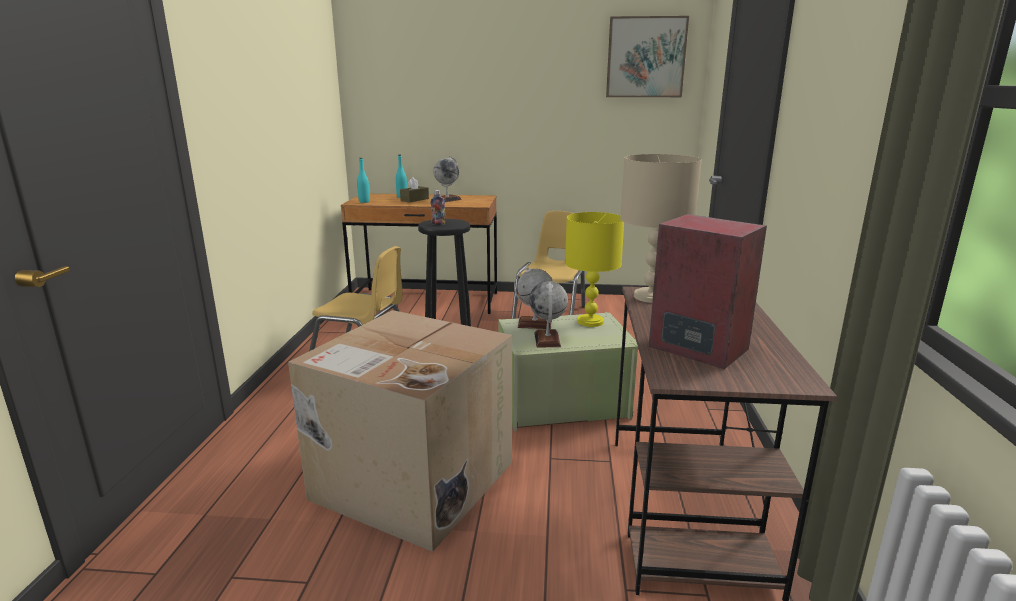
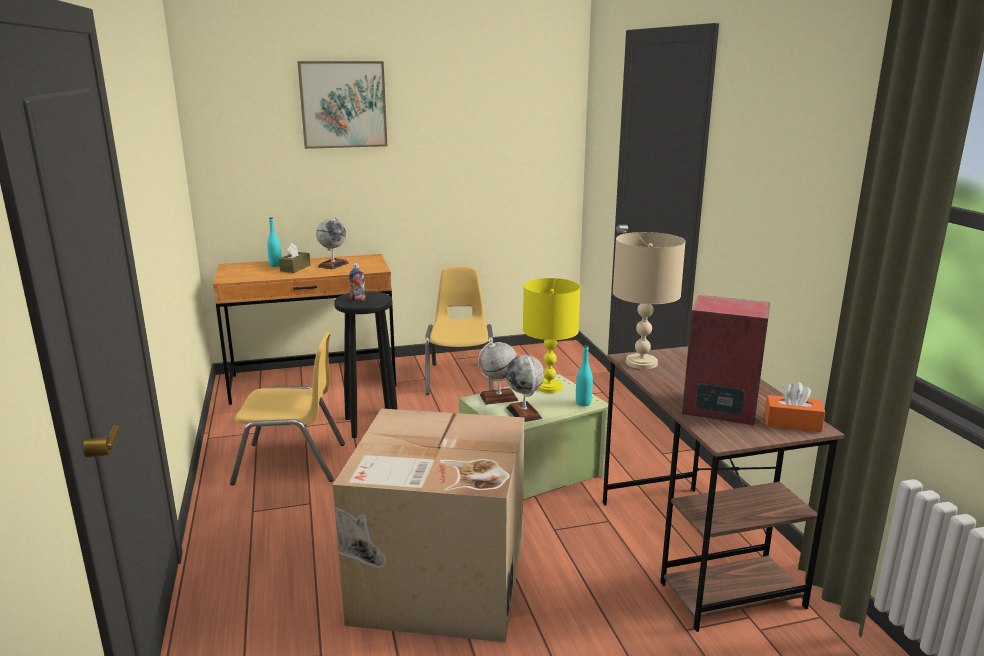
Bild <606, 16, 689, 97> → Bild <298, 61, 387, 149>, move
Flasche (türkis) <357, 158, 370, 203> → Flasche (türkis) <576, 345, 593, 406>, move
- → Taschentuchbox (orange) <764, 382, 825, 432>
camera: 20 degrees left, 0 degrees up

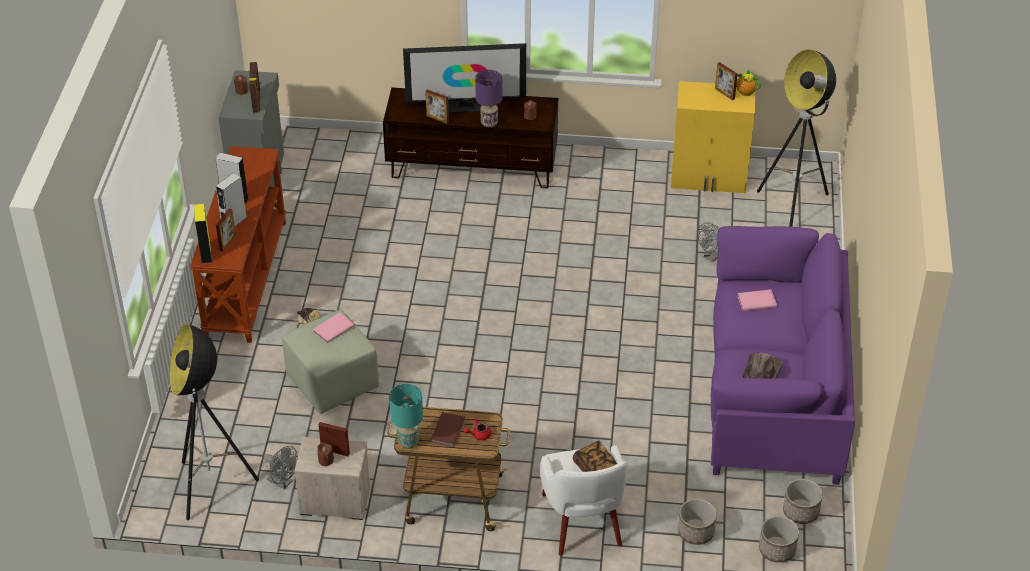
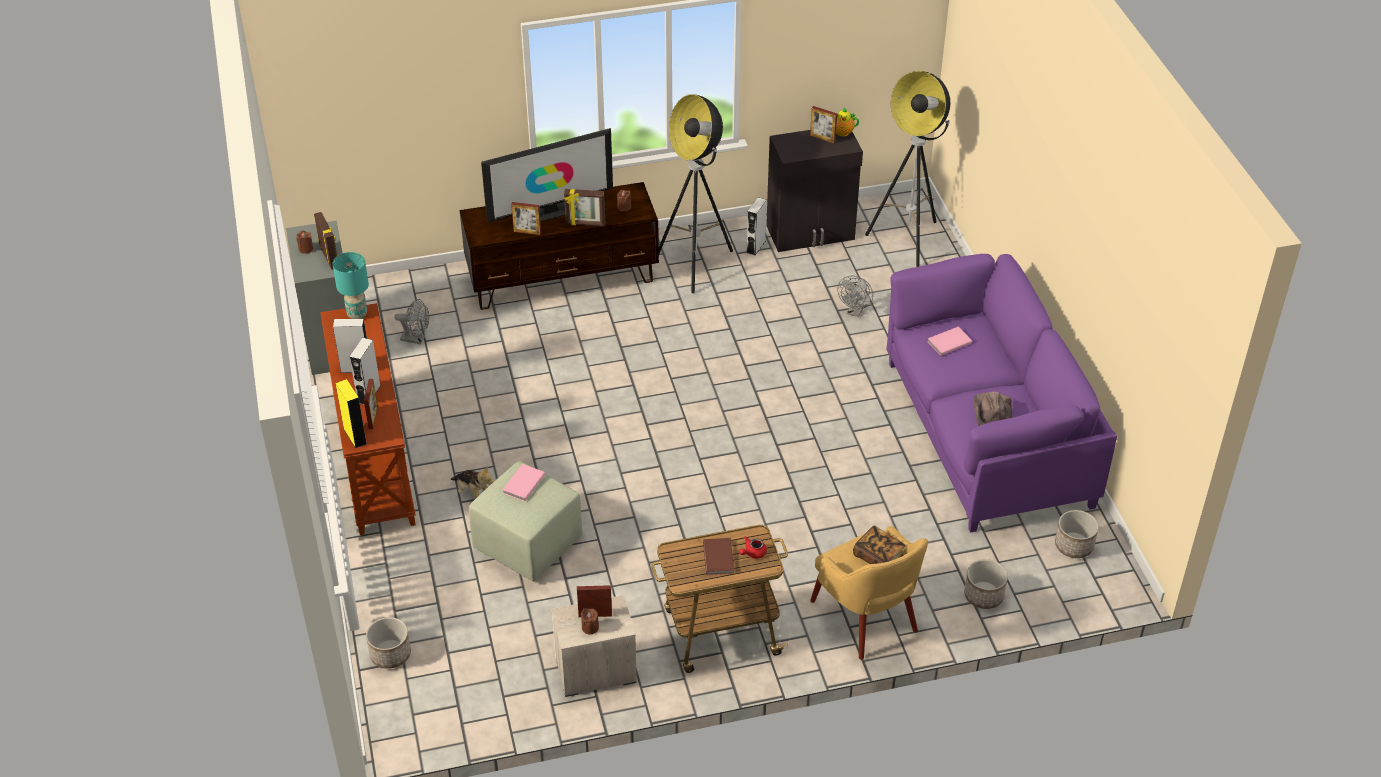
Tischlampe (lila) <475, 70, 502, 128> → Bilderrahmen <564, 189, 605, 227>
Schrank (gelb) <671, 81, 755, 193> → Schrank (schwarz) <766, 130, 863, 252>
Stehlampe <170, 324, 259, 520> → Stehlampe <659, 94, 733, 293>, move
Tischlampe (türkis) <389, 384, 423, 449> → Tischlampe (türkis) <332, 252, 369, 319>, move
Sessel (weiß) <540, 445, 628, 556> → Sessel (gelb) <810, 526, 928, 660>
Ventilator (grau) <264, 446, 298, 490> → Ventilator (grau) <394, 299, 429, 345>, move
Pflanzkübel <759, 516, 799, 563> → Pflanzkübel <366, 617, 411, 669>, move
- → Lautsprecher (grau) <746, 197, 767, 255>
camera: 20 degrees left, 0 degrees up

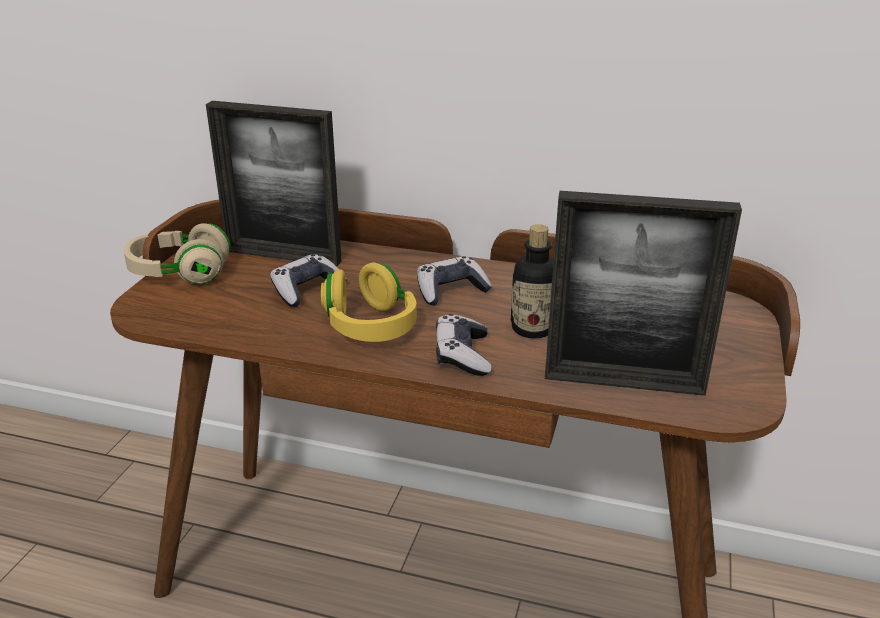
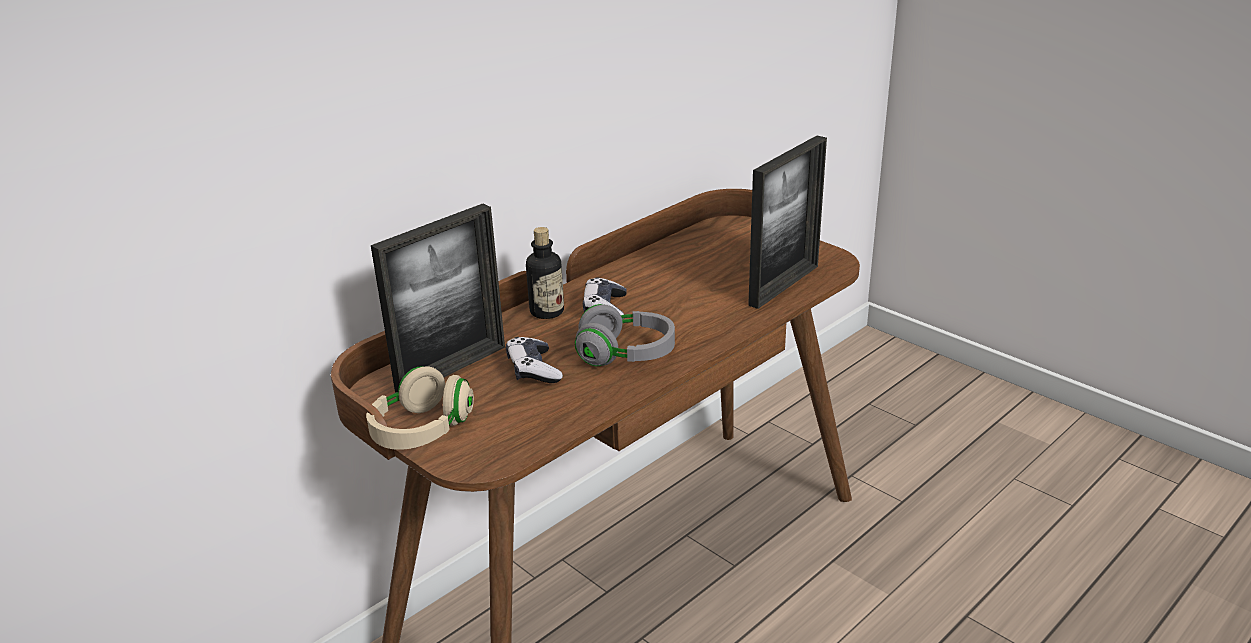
Flasche <511, 224, 554, 338> → Flasche <526, 227, 564, 319>, move
Kopfhörer (gelb) <321, 263, 417, 342> → Kopfhörer (grau) <575, 304, 675, 367>
Gamepad <436, 314, 492, 376> → -
camera: 60 degrees left, 0 degrees up

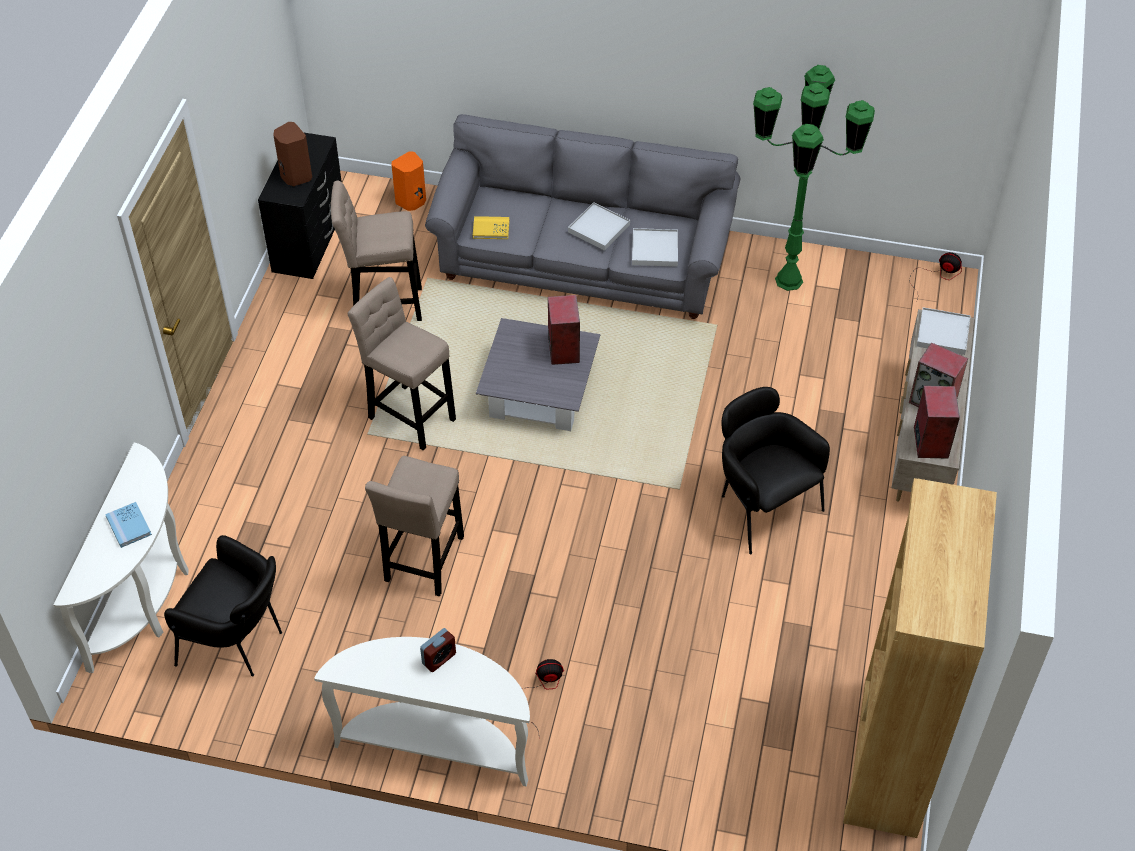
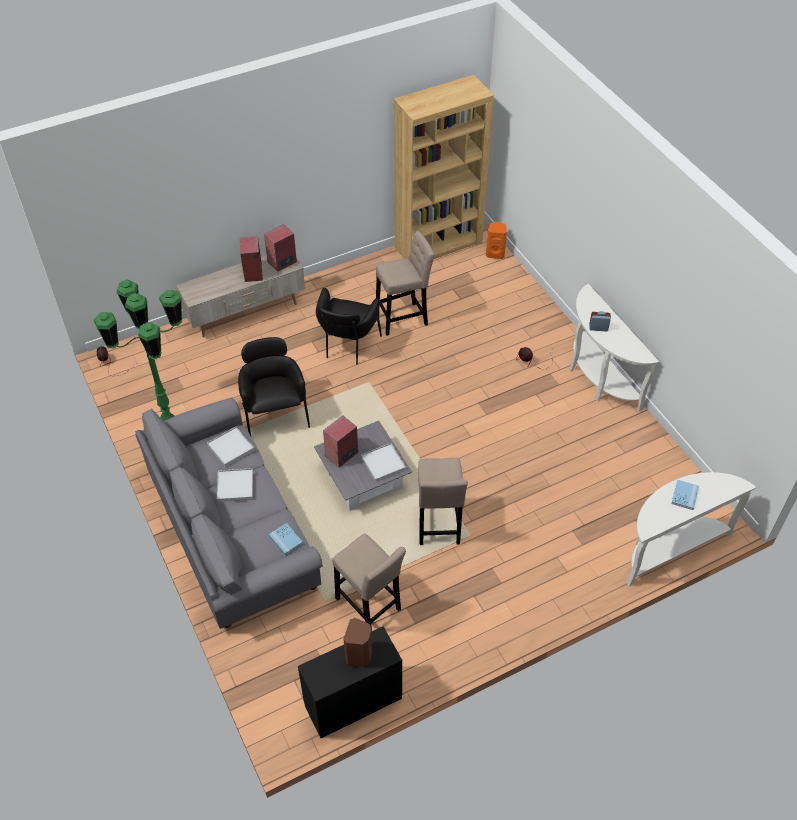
Lautsprecher (orange) <392, 151, 426, 211> → Lautsprecher (orange) <486, 222, 507, 259>, move
Buch (gelb) <473, 216, 509, 239> → Buch (blau) <269, 523, 303, 555>
Tablett (weiß) <917, 307, 971, 355> → Tablett (weiß) <361, 443, 406, 482>, move
Hocker (beige) <365, 456, 464, 596> → Hocker (beige) <376, 231, 435, 336>, move
Sessel (schwarz) <164, 535, 282, 676> → Sessel (schwarz) <238, 337, 310, 436>, move
camera: 130 degrees left, 0 degrees up

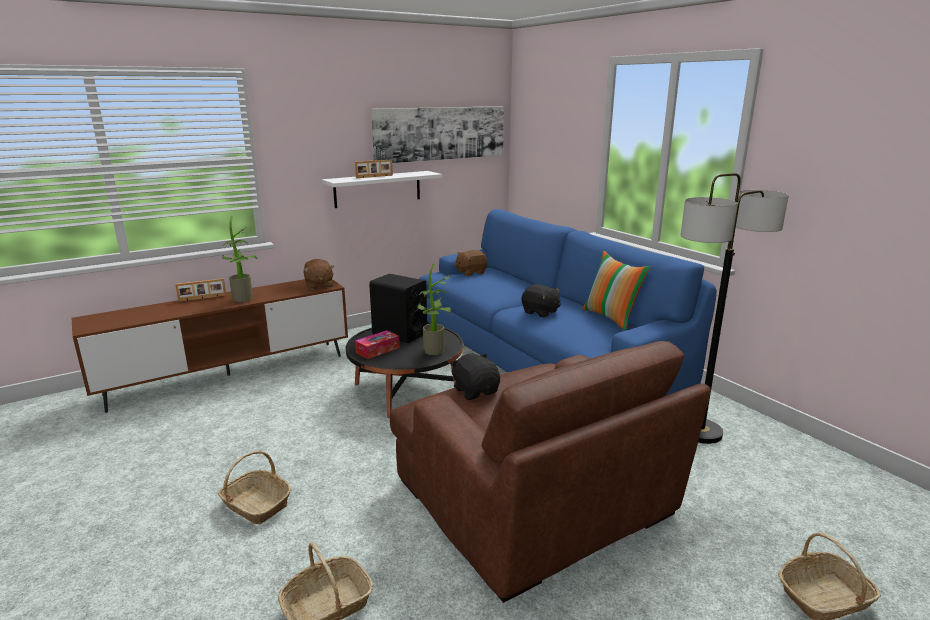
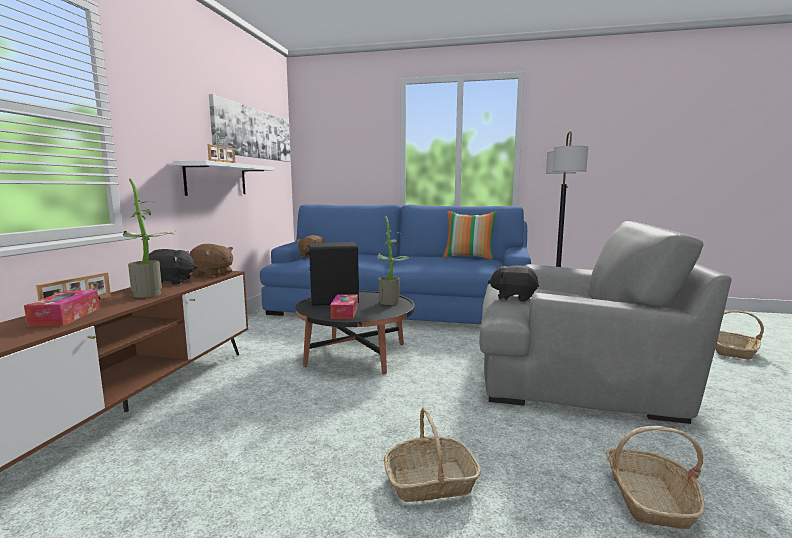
Plüschtier (schwarz) <522, 284, 561, 318> → Plüschtier (schwarz) <149, 249, 197, 284>, move
Sessel (braun) <390, 341, 711, 603> → Sessel (grau) <479, 221, 732, 424>
- → Taschentuchbox <24, 290, 100, 327>
camera: 45 degrees left, 10 degrees down

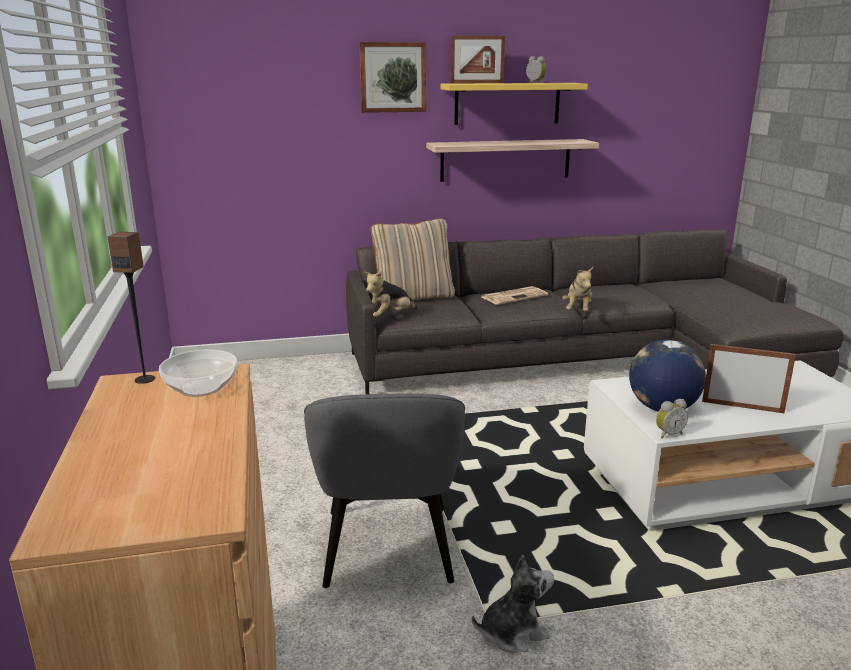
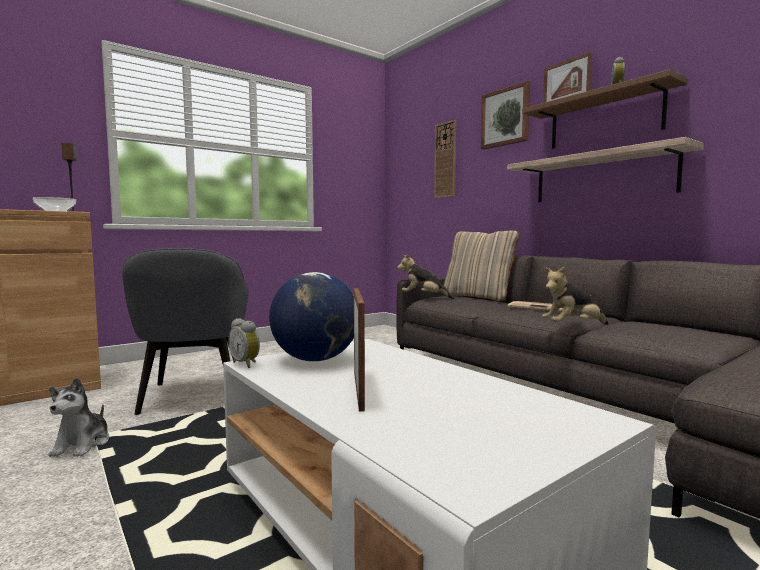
Wandregal (gelb) <441, 83, 588, 125> → Wandregal (braun) <522, 69, 688, 149>
Sessel (grau) <304, 393, 465, 588> → Sessel (grau) <122, 248, 249, 415>, 75 degrees counterclockwise
Plüschtier <472, 555, 554, 653> → Plüschtier <49, 377, 109, 457>, 45 degrees clockwise
- → Wanduhr <434, 120, 456, 198>
camera: 65 degrees right, 15 degrees down

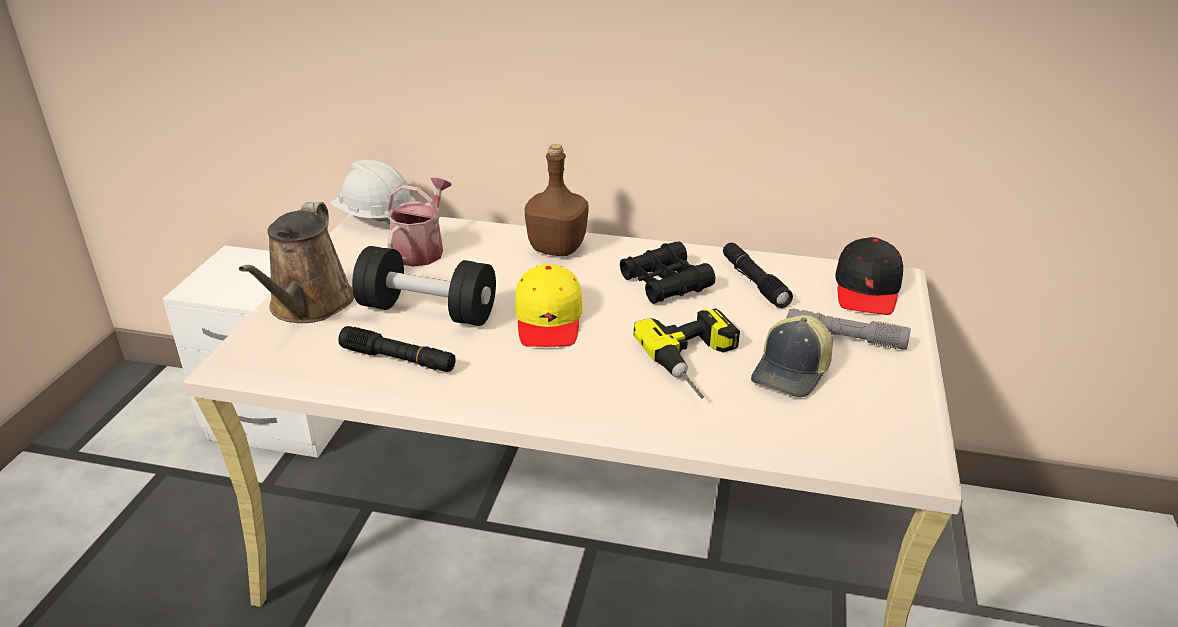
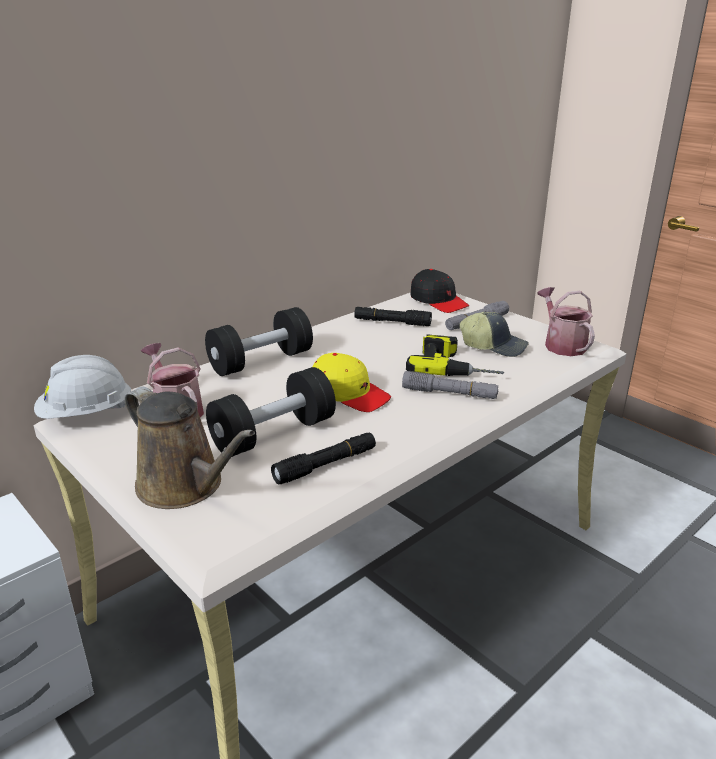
Flasche (braun) <525, 144, 589, 256> → Hantel (schwarz) <205, 307, 313, 376>
Fernglas (schwarz) <620, 241, 715, 304> → -
Kappe <751, 315, 833, 397> → Kappe <460, 312, 529, 357>, 45 degrees counterclockwise
- → Gießkanne <537, 287, 595, 356>
- → Taschenlampe (grau) <402, 371, 498, 399>
camera: 55 degrees left, 5 degrees down

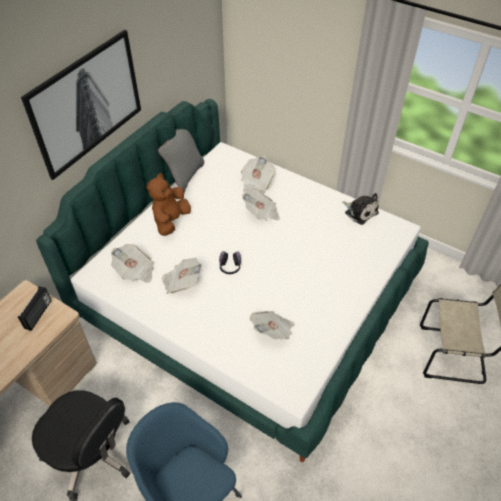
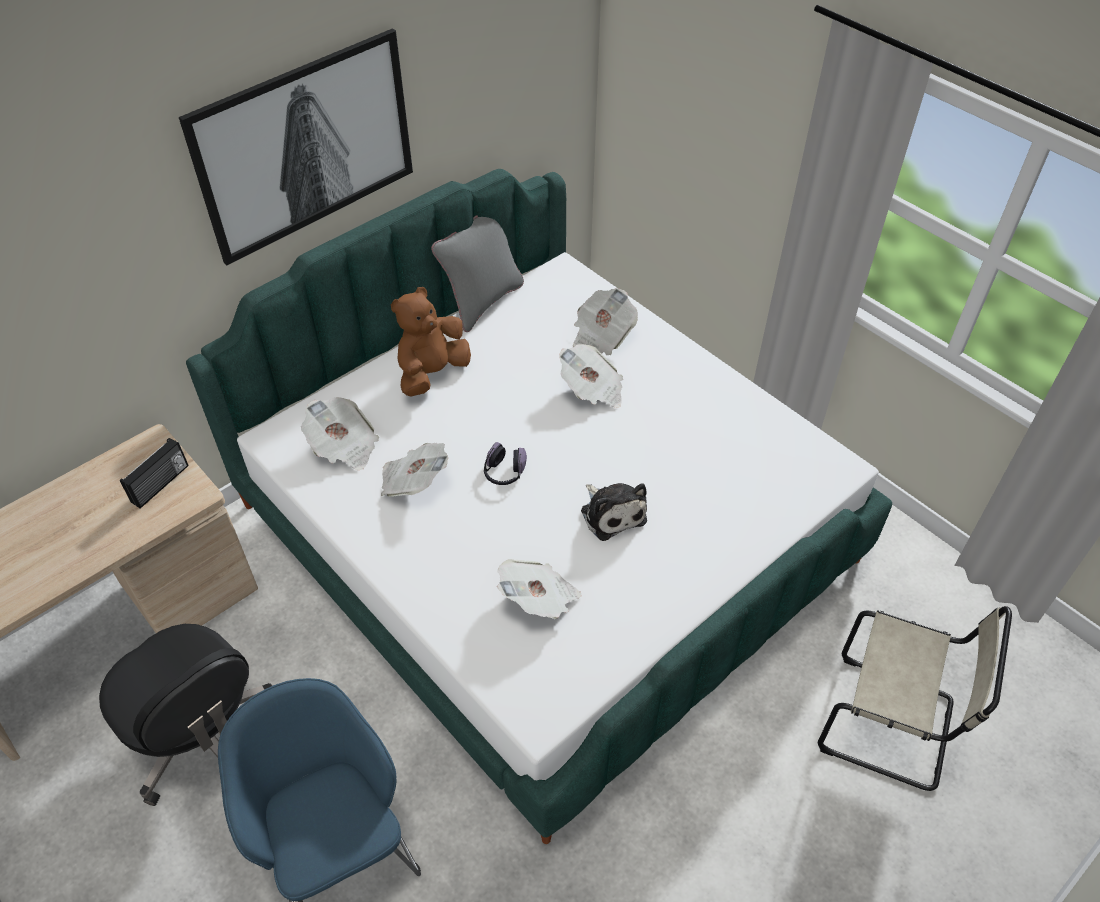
Plüschtier <342, 193, 379, 225> → Plüschtier <581, 483, 647, 541>, move
camera: 15 degrees right, 0 degrees up

